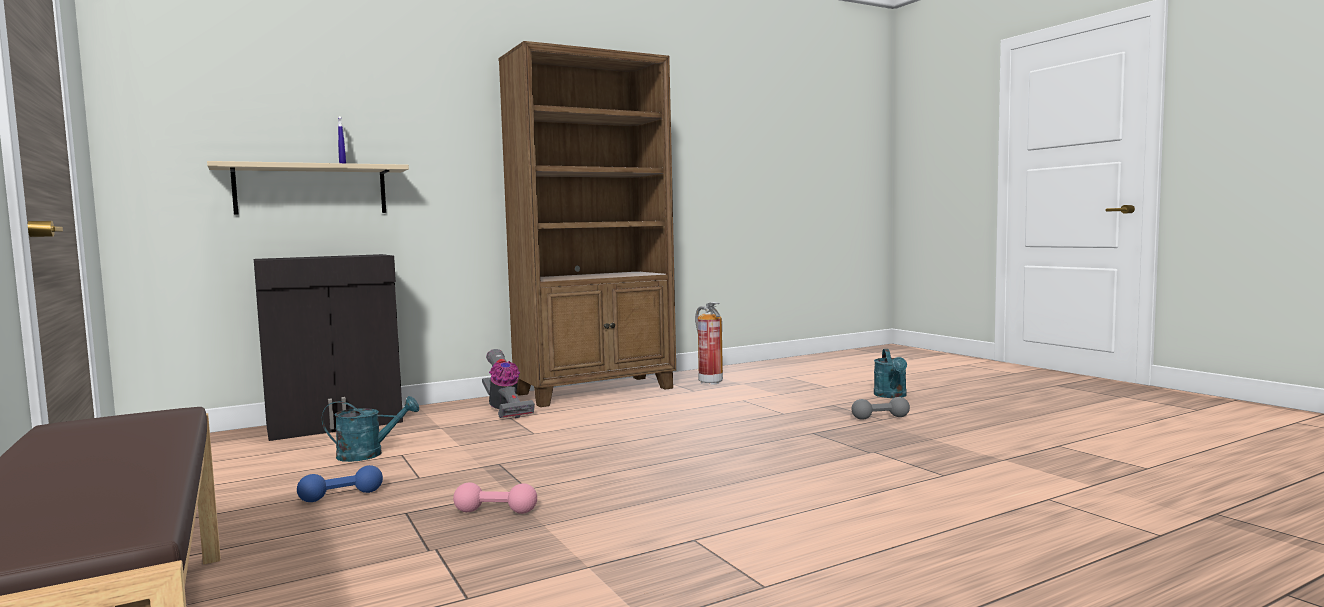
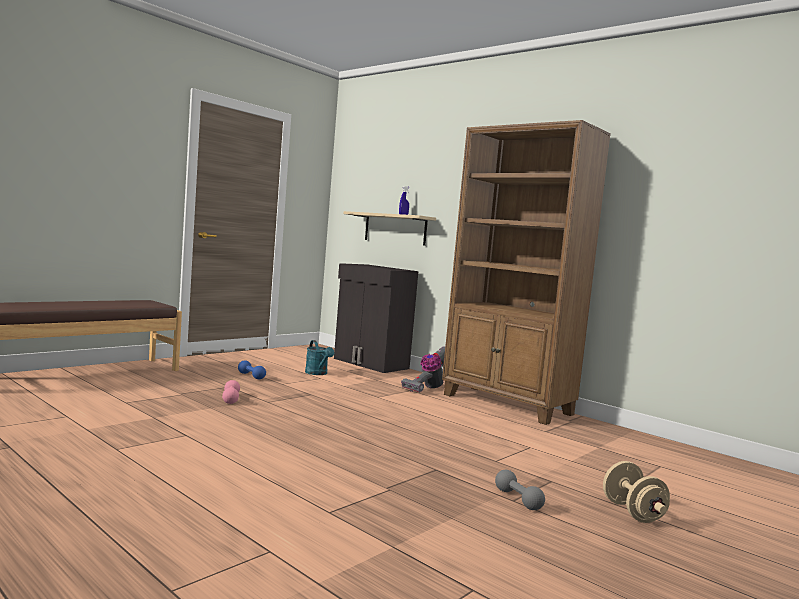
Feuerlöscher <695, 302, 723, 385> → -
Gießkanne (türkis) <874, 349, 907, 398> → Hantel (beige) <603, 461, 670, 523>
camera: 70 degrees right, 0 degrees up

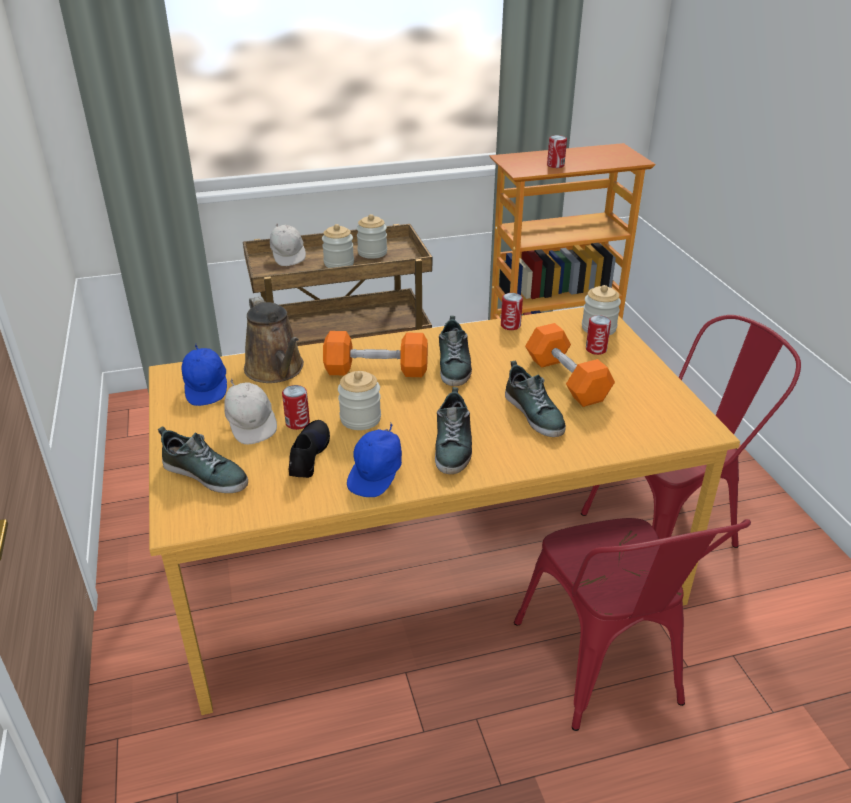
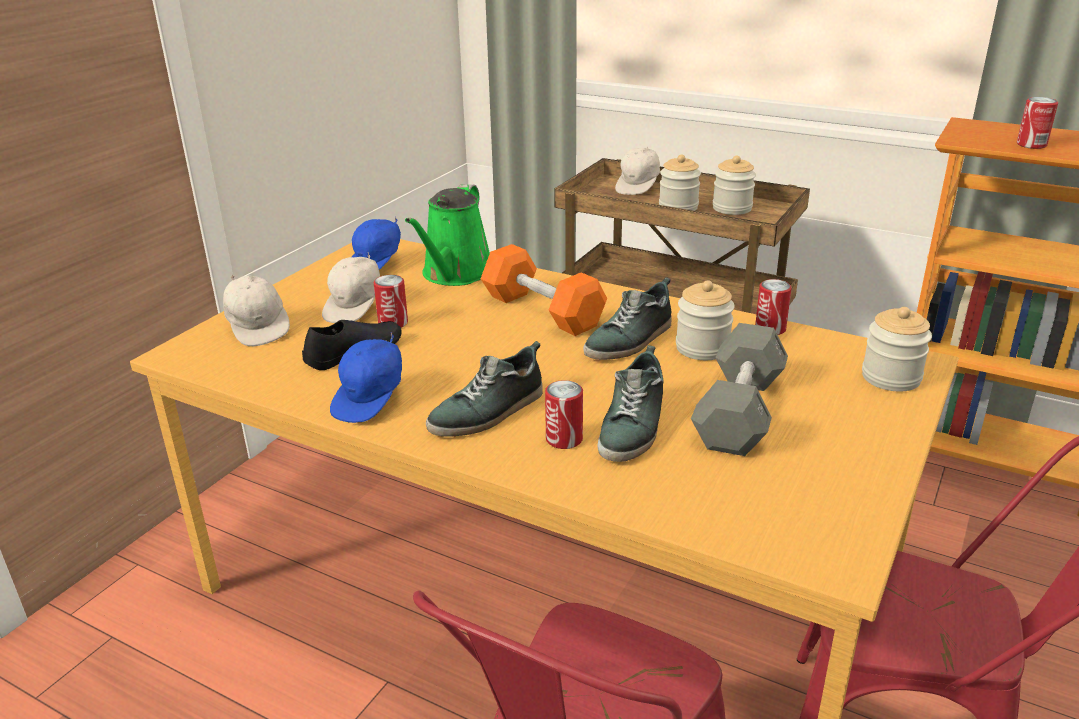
Gießkanne (braun) <244, 296, 304, 383> → Gießkanne (grün) <405, 184, 490, 286>
Dose <586, 315, 611, 355> → Dose <545, 380, 583, 449>, move
Hantel (orange) <525, 323, 615, 407> → Hantel (grau) <691, 323, 788, 456>
Vorratsglas <338, 371, 381, 430> → Vorratsglas <676, 280, 735, 360>, move
Kappe (blau) <347, 423, 402, 497> → Kappe (blau) <330, 332, 402, 423>, 45 degrees counterclockwise
Schuh <158, 427, 248, 493> → Kappe (weiß) <223, 274, 290, 346>
camera: 45 degrees right, 5 degrees down

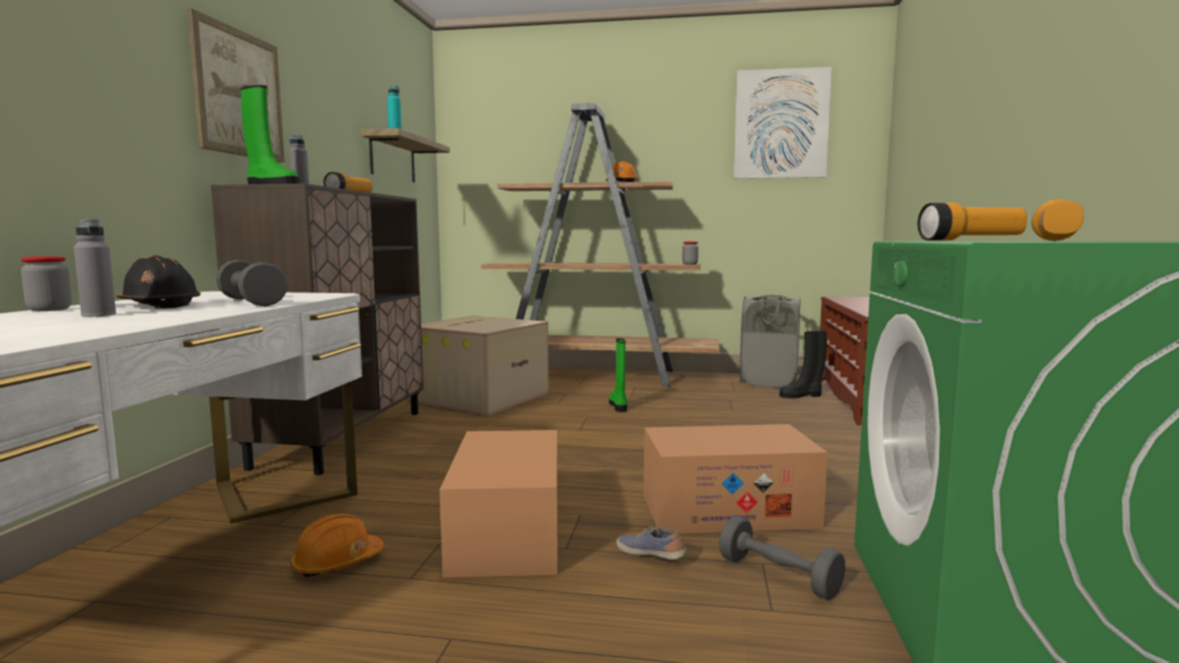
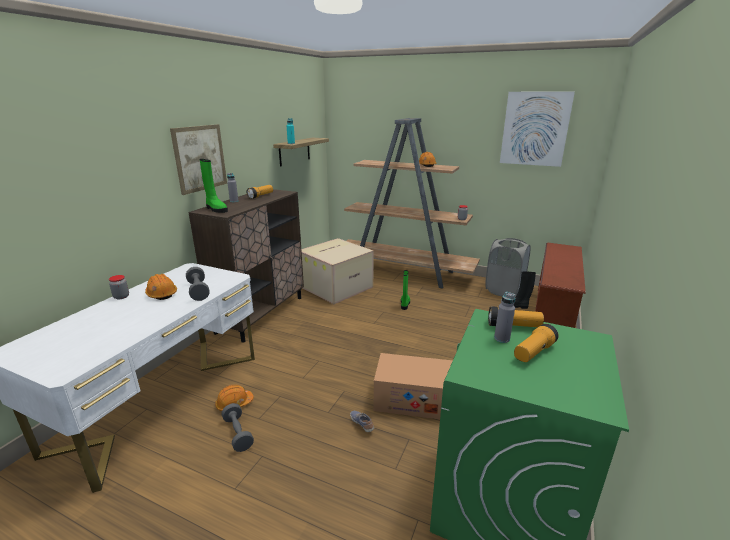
Flasche (grau) <74, 219, 116, 317> → Flasche (grau) <494, 292, 516, 343>, move
Schutzhelm (schwarz) <116, 256, 201, 308> → Schutzhelm (orange) <145, 274, 177, 300>
Karton <440, 430, 558, 578> → -
Hantel (grau) <719, 516, 845, 600> → Hantel (grau) <222, 403, 254, 452>, move
camera: 15 degrees right, 15 degrees up

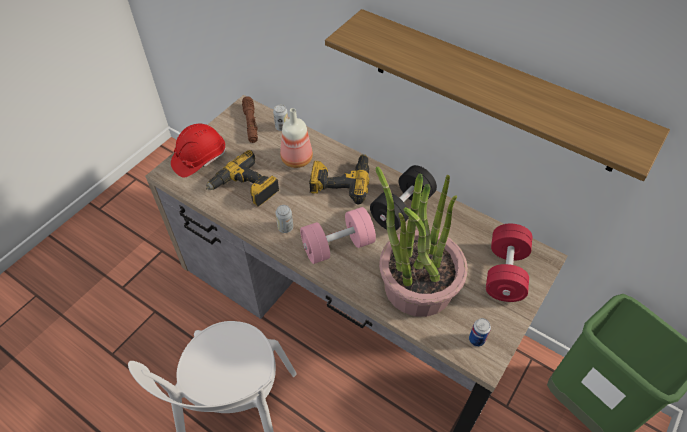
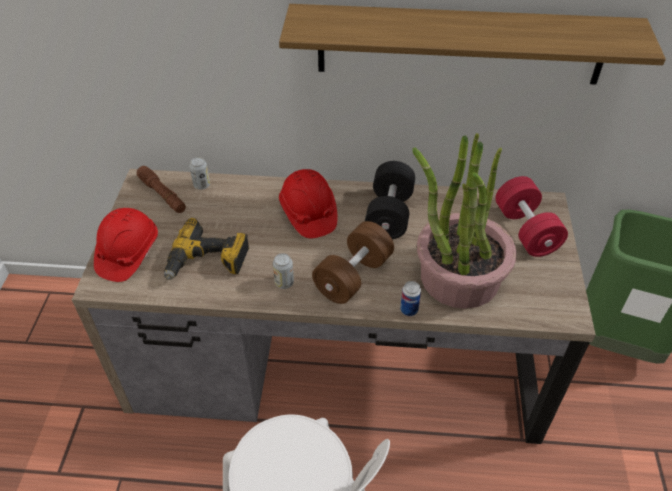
Flasche <280, 108, 313, 168> → -
Bohrmaschine <309, 154, 369, 204> → Schutzhelm (rot) <279, 169, 337, 238>
Hantel (rosa) <300, 207, 376, 264> → Hantel (braun) <312, 221, 394, 304>
Dose <469, 318, 491, 347> → Dose <400, 281, 421, 316>, move
camera: 30 degrees left, 5 degrees down

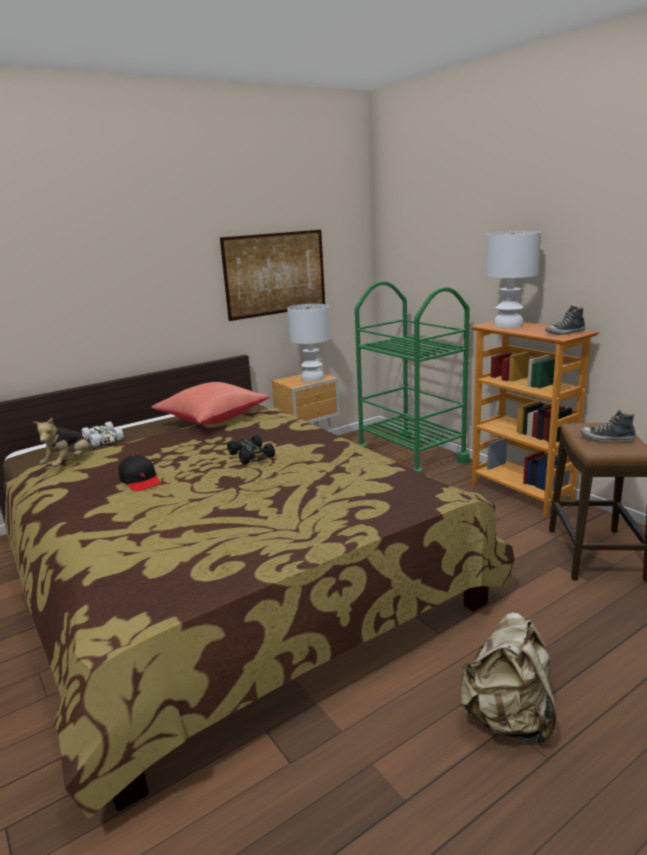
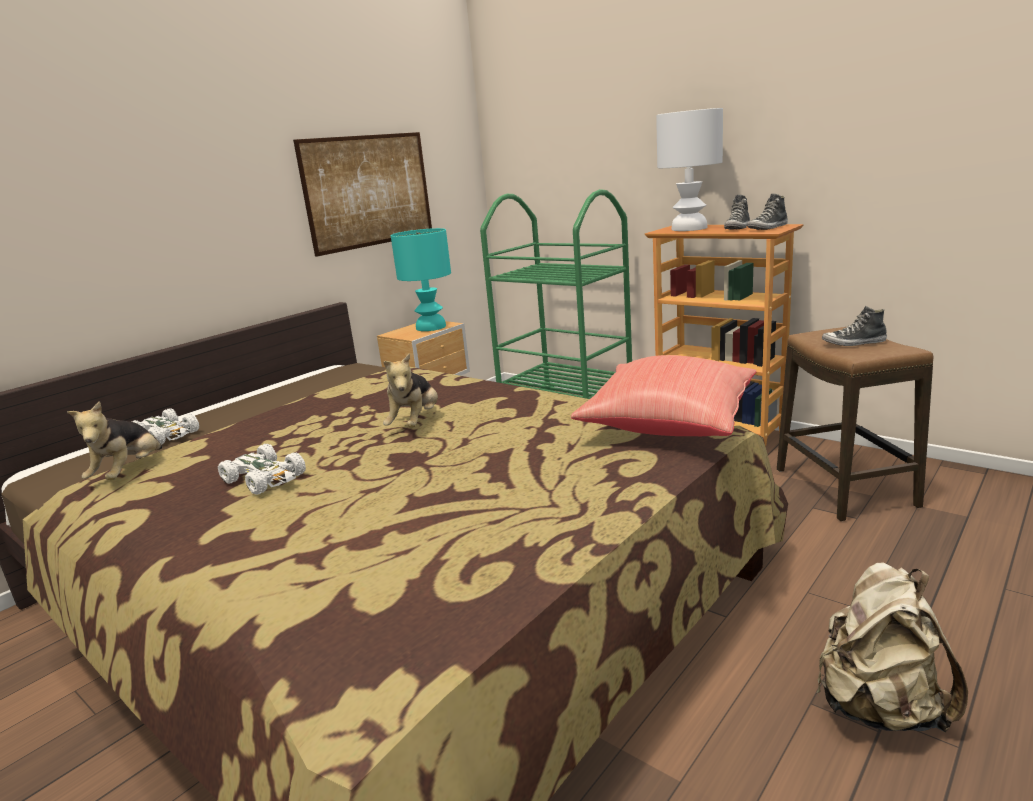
Tischlampe (weiß) <287, 304, 331, 382> → Tischlampe (türkis) <391, 228, 451, 331>
Kissen (rot) <151, 382, 270, 425> → Kissen (rot) <571, 355, 757, 436>, move
Spielzeugauto (schwarz) <227, 435, 275, 464> → Plüschtier <383, 353, 438, 428>
Kappe (schwarz) <119, 455, 161, 492> → Spielzeugauto (weiß) <218, 444, 306, 495>
- → Schuh <724, 195, 750, 230>
camera: 15 degrees left, 0 degrees up

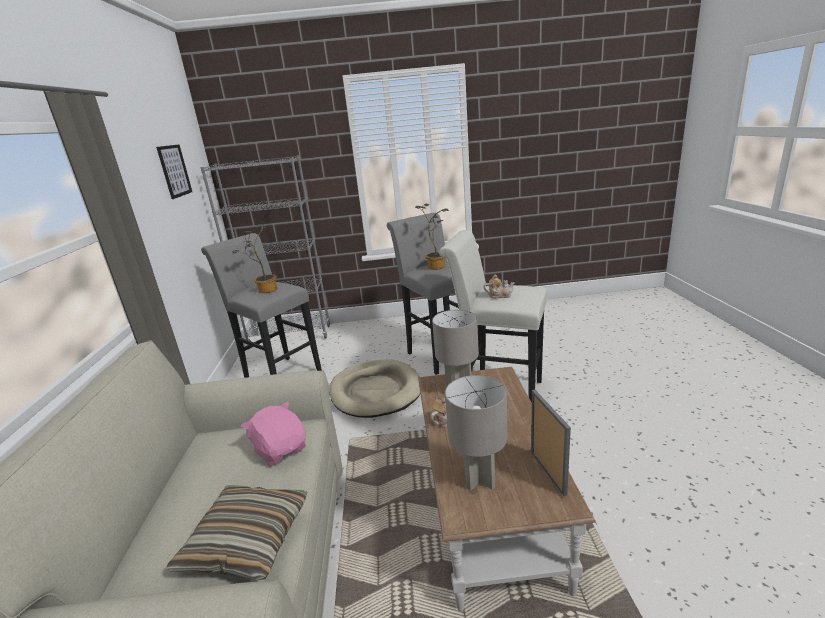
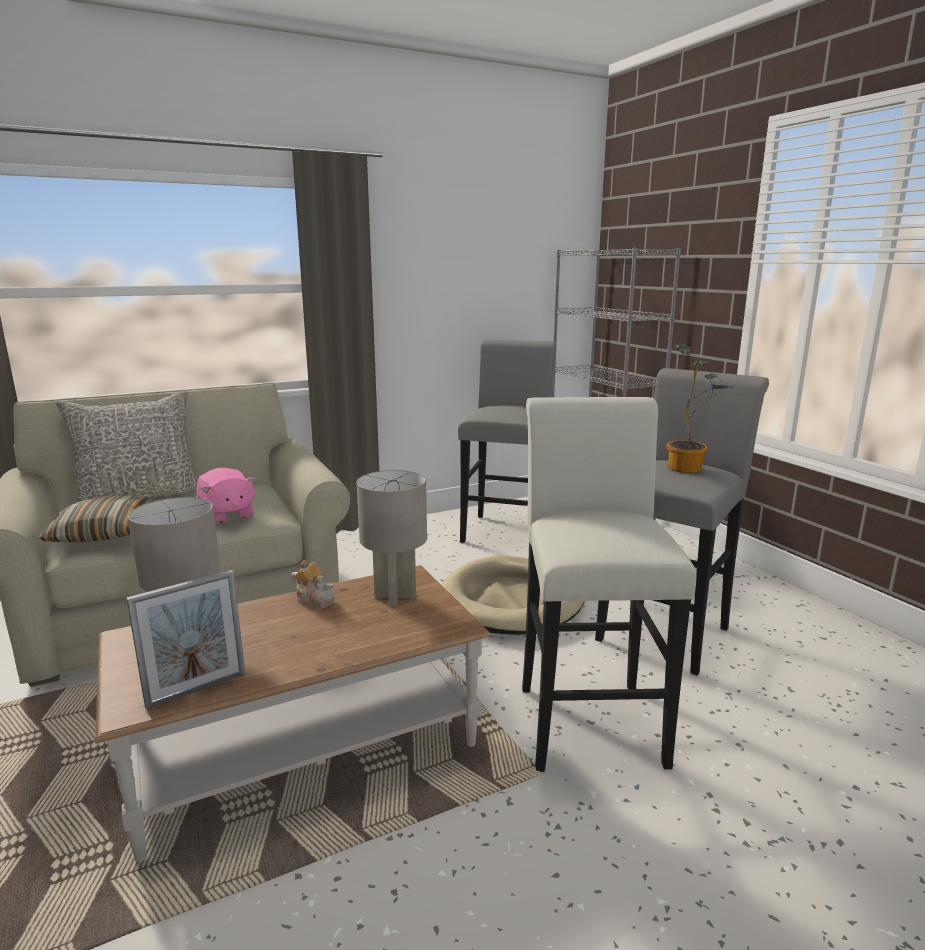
Bild <156, 145, 192, 199> → -
Topfpflanze <232, 224, 277, 293> → -
Teekanne <484, 274, 515, 298> → -
Plüschtier (rosa) <241, 401, 306, 467> → Plüschtier (rosa) <196, 468, 257, 524>, 120 degrees clockwise
- → Kissen (grau) <56, 391, 198, 504>
camera: 65 degrees right, 5 degrees down

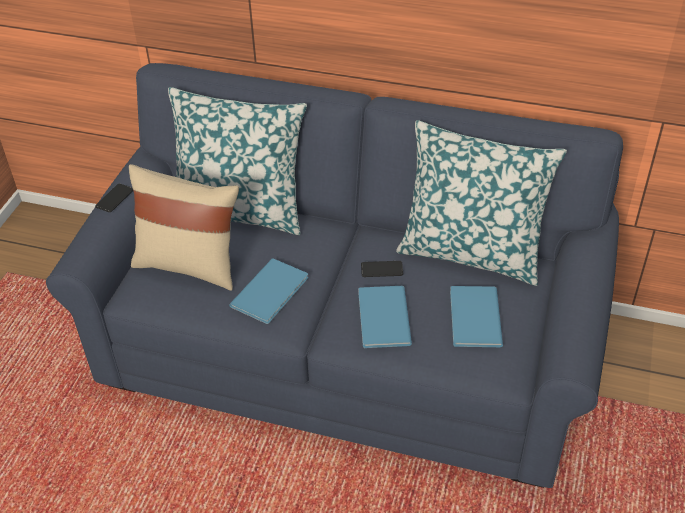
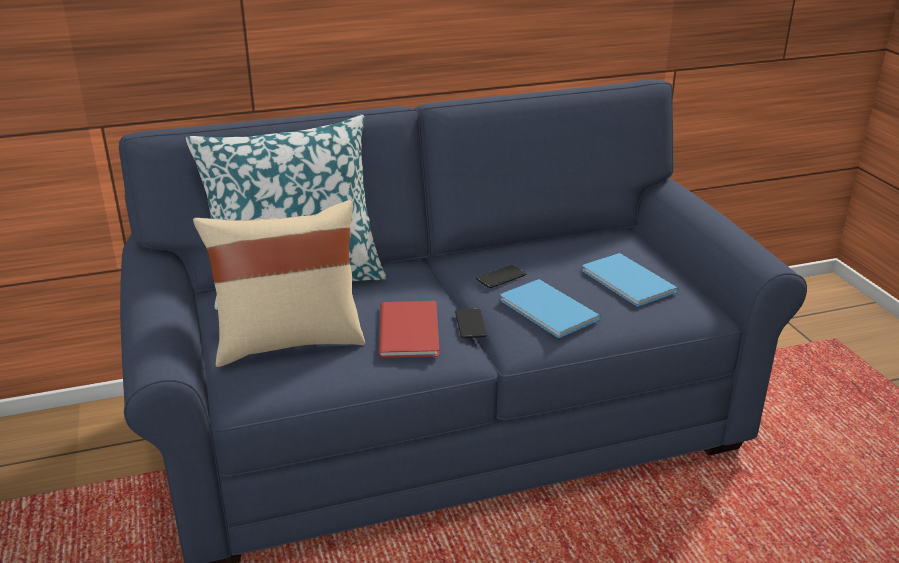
Kissen <396, 120, 567, 286> → -
Handy <95, 184, 133, 212> → Handy <455, 308, 487, 338>, move
Buch (blau) <229, 258, 308, 324> → Buch (rot) <379, 301, 439, 358>
camera: 35 degrees left, 15 degrees down

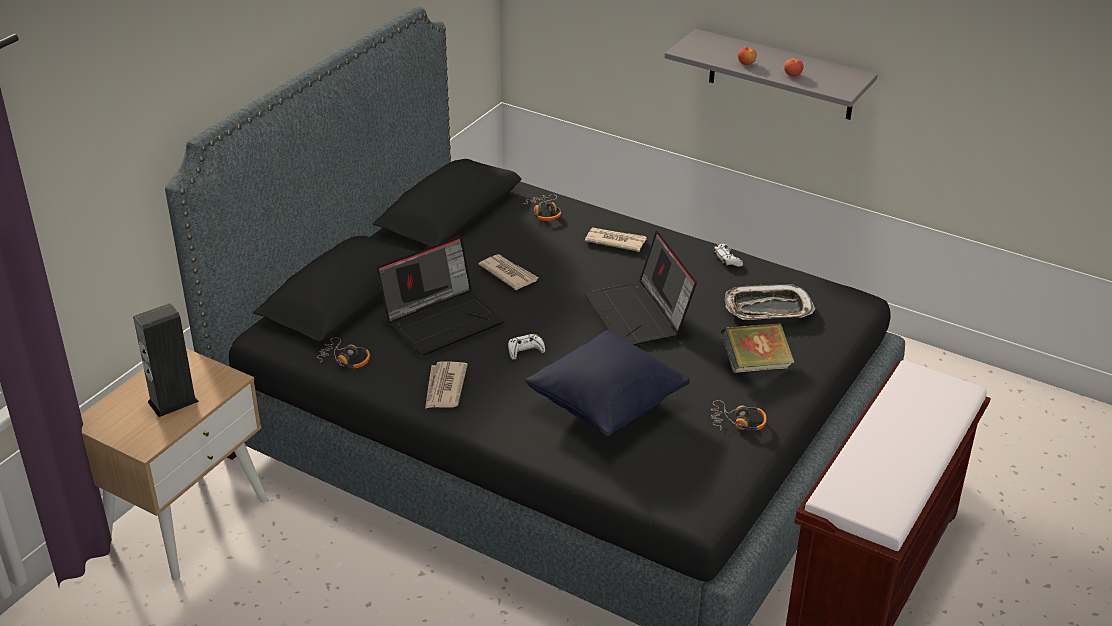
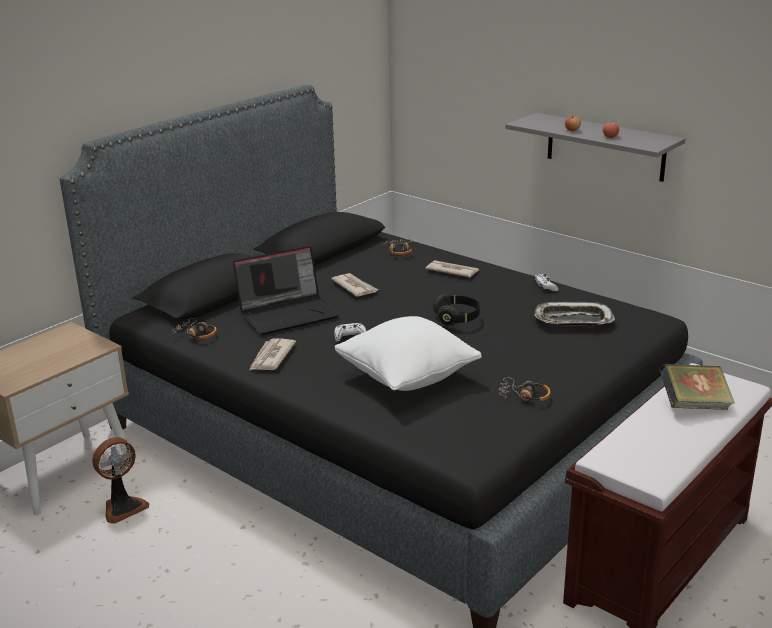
Laptop <584, 231, 697, 345> → Kopfhörer (schwarz) <433, 294, 480, 326>
Lautsprecher <133, 303, 199, 417> → -
Buch <720, 323, 795, 373> → Buch <660, 364, 735, 410>, move
Kissen (schwarz) <526, 330, 690, 437> → Kissen (weiß) <335, 316, 482, 391>
- → Ventilator <92, 437, 149, 524>
camera: 10 degrees right, 10 degrees down

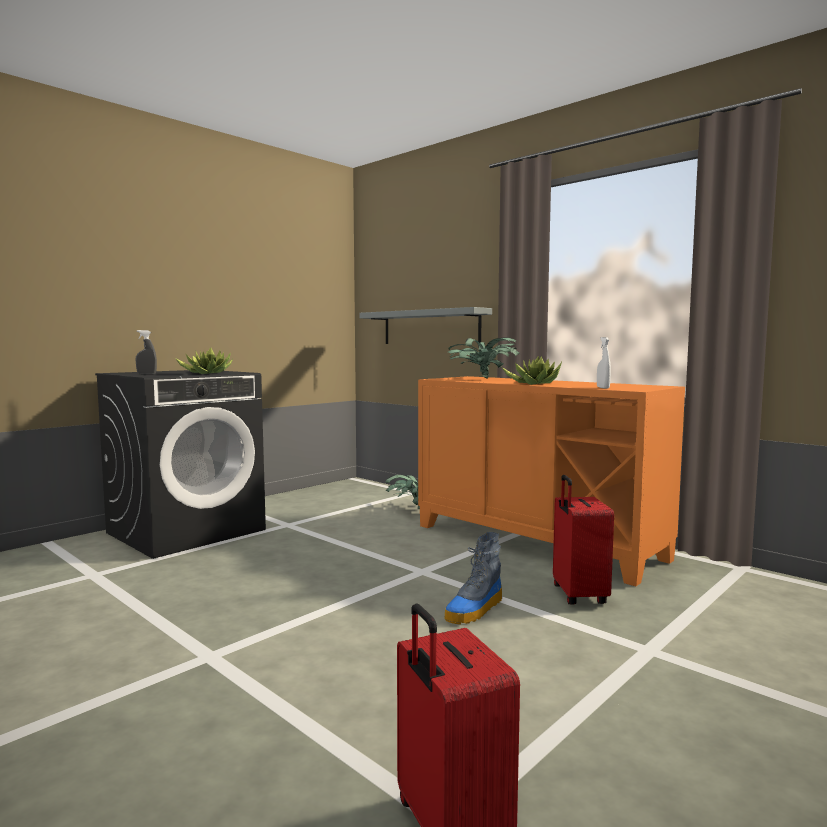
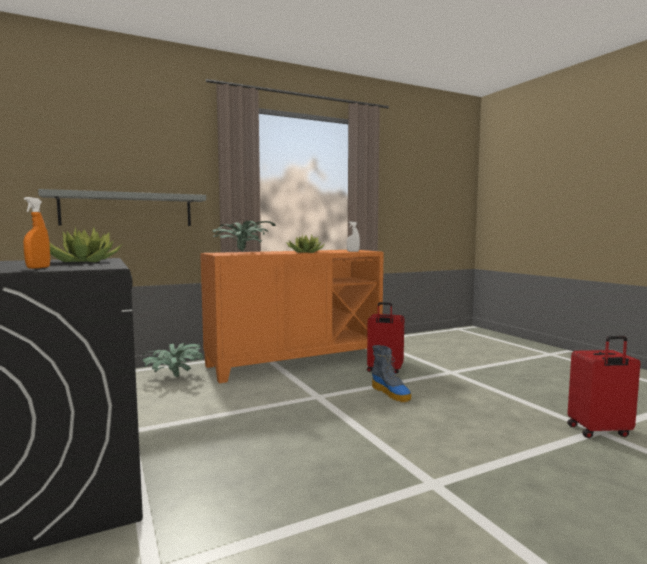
Sprühflasche (grau) <136, 330, 157, 375> → Sprühflasche (orange) <23, 197, 50, 269>
camera: 70 degrees left, 0 degrees up

